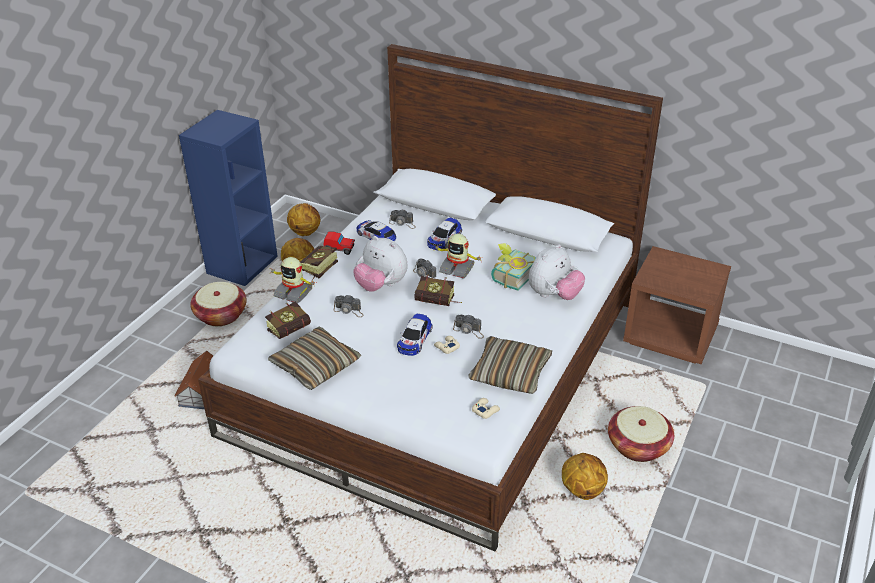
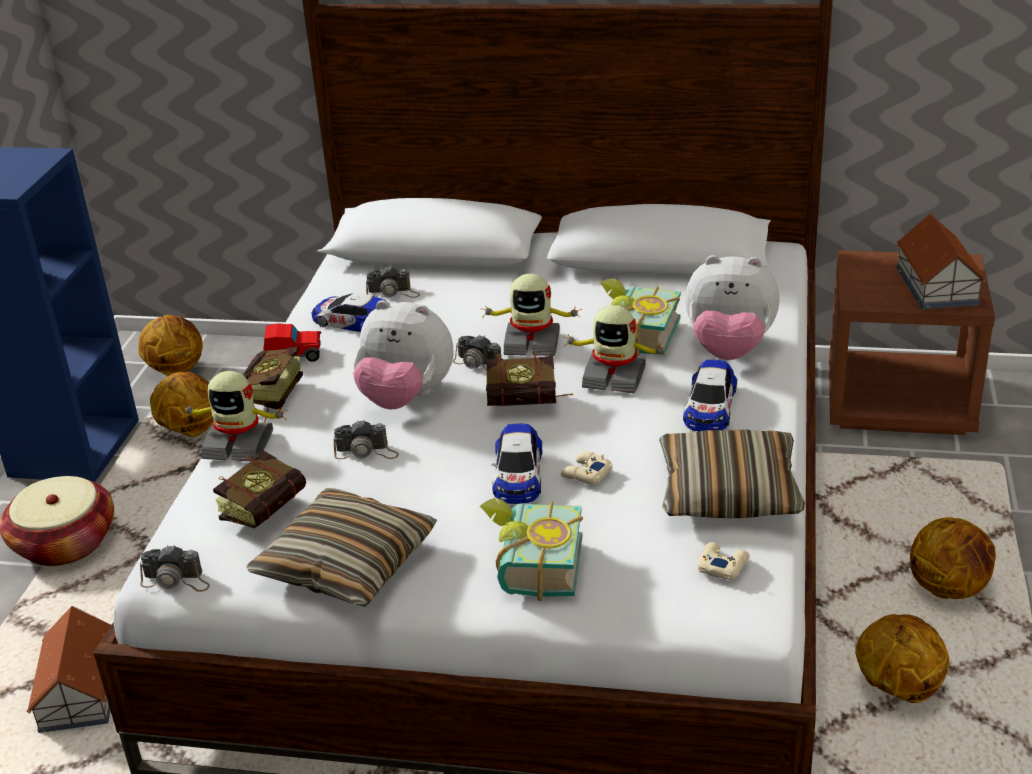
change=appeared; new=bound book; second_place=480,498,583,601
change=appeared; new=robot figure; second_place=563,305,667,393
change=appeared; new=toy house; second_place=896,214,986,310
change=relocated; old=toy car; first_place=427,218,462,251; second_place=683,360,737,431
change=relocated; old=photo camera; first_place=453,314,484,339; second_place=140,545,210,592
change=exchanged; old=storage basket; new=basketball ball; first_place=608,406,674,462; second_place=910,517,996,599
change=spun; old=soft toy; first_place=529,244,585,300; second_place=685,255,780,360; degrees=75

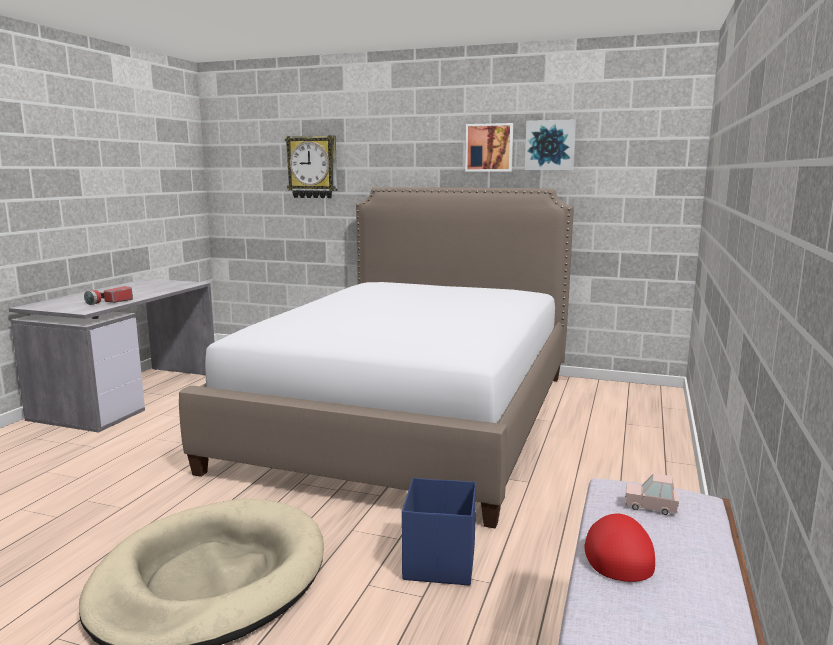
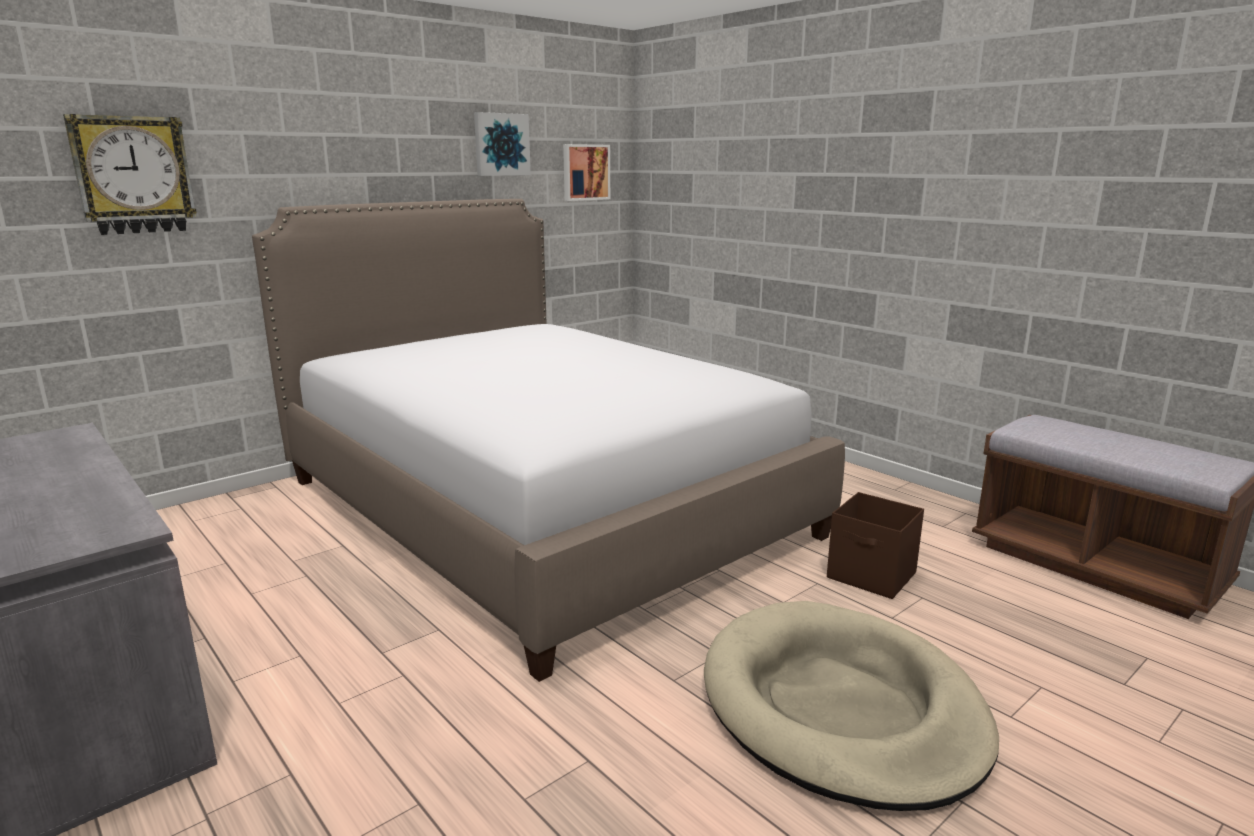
change=missing; old=flashlight; first_place=84,286,133,305
change=missing; old=red-coloured cap; first_place=584,514,655,582
change=missing; old=pink toy car; first_place=625,473,679,515
change=relocated; old=wall picture; first_place=465,123,513,171; second_place=563,144,610,201
change=colour; old=blue-coloured storage container; new=brown storage container; first_place=402,478,476,586; second_place=827,492,924,599

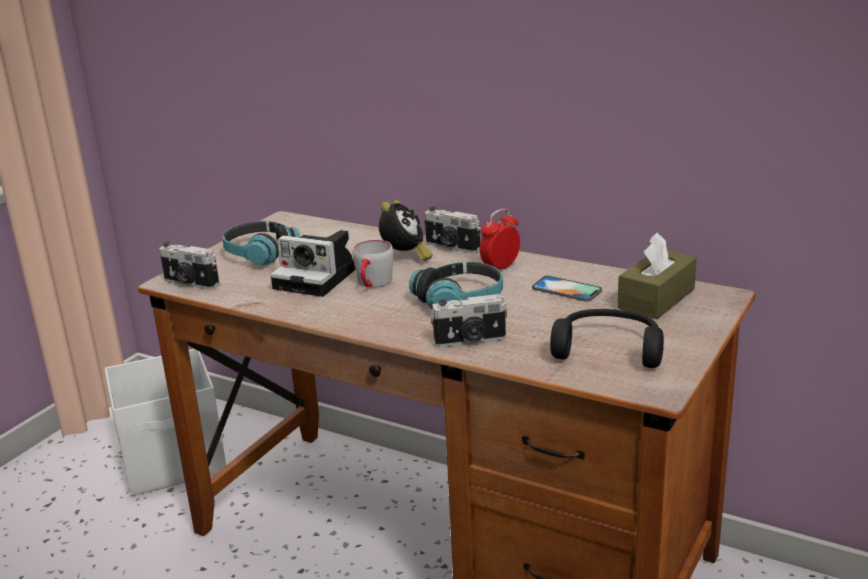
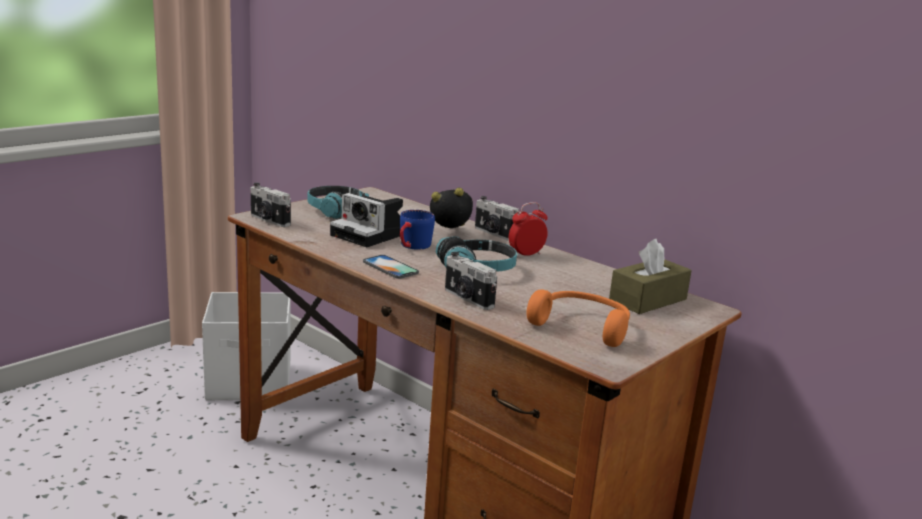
change=relocated; old=phone; first_place=532,276,602,302; second_place=363,255,419,279
change=colour; old=greyish coffee mug; new=blue-coloured coffee mug; first_place=352,240,393,288; second_place=400,210,435,250
change=colour; old=blackish headset; new=orange headset; first_place=550,309,664,368; second_place=526,289,630,347
change=spun; old=bedside clock; first_place=379,200,433,261; second_place=430,188,473,228; degrees=-120
change=spun; old=photo camera; first_place=430,294,508,347; second_place=445,252,497,310; degrees=45

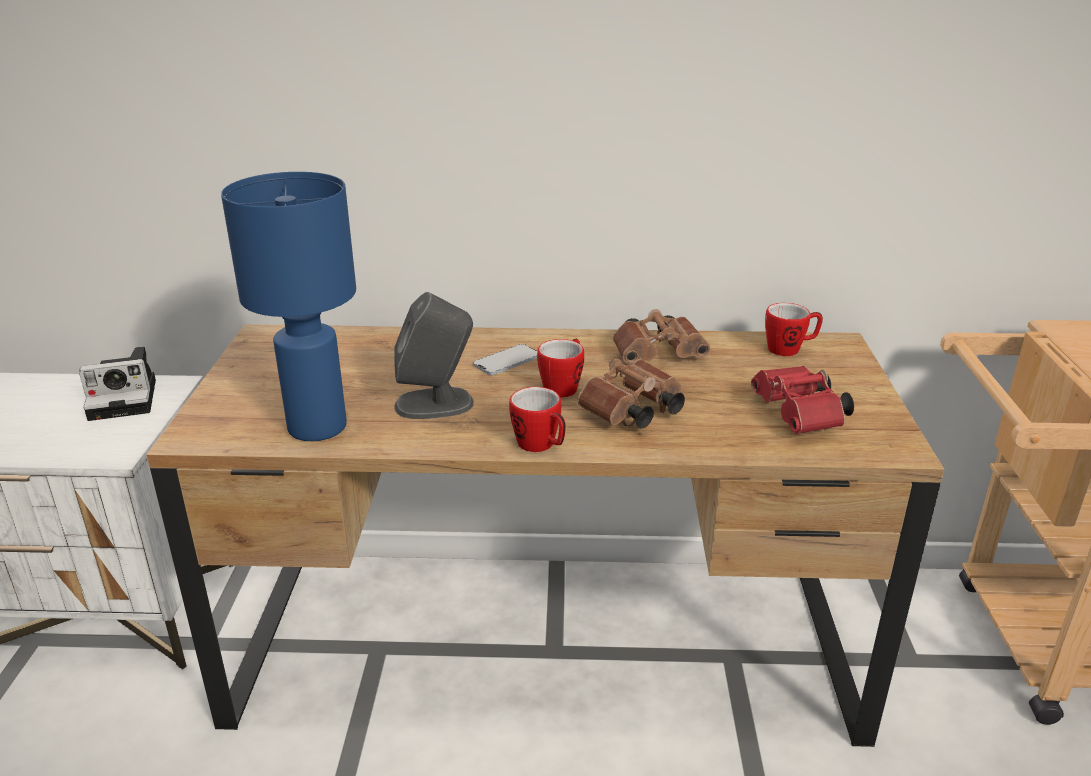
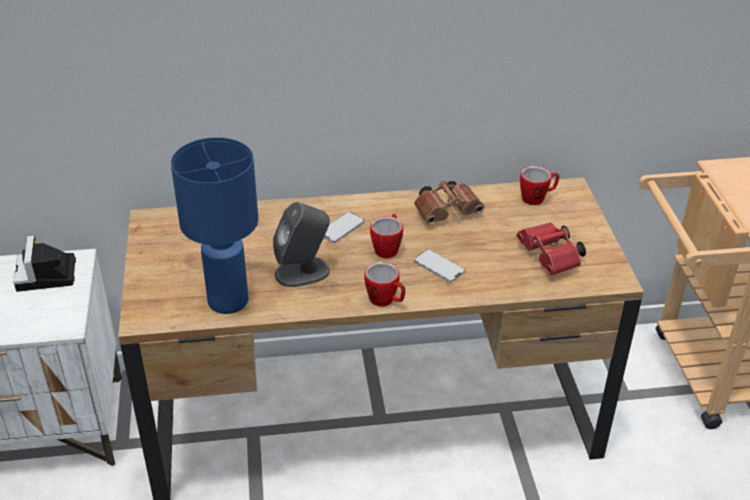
change=exchanged; old=brown binoculars; new=phone; first_place=577,359,685,429; second_place=414,249,465,282
change=spun; old=photo camera; first_place=79,346,156,421; second_place=13,235,76,292; degrees=105

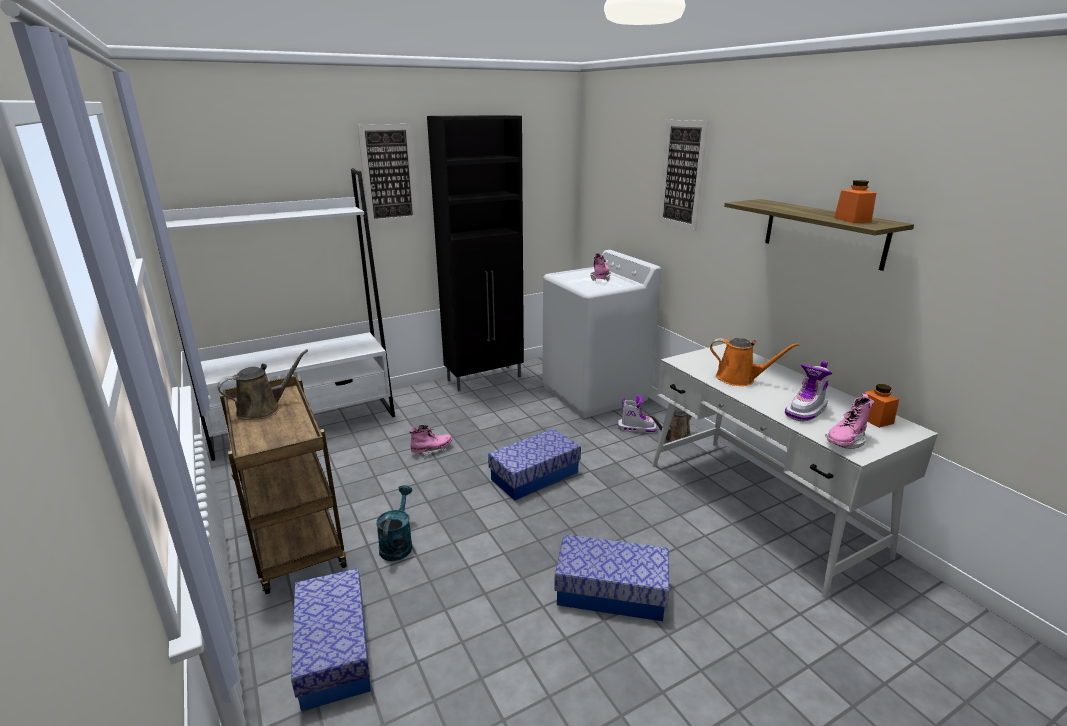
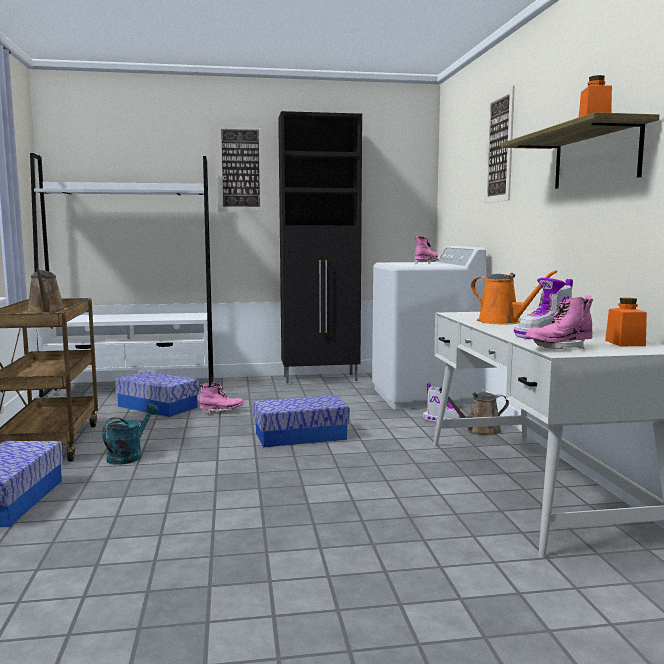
change=relocated; old=storage container; first_place=554,534,669,621; second_place=115,371,199,417
change=spun; old=brown watering pot; first_place=217,349,308,420; second_place=27,268,64,313; degrees=90

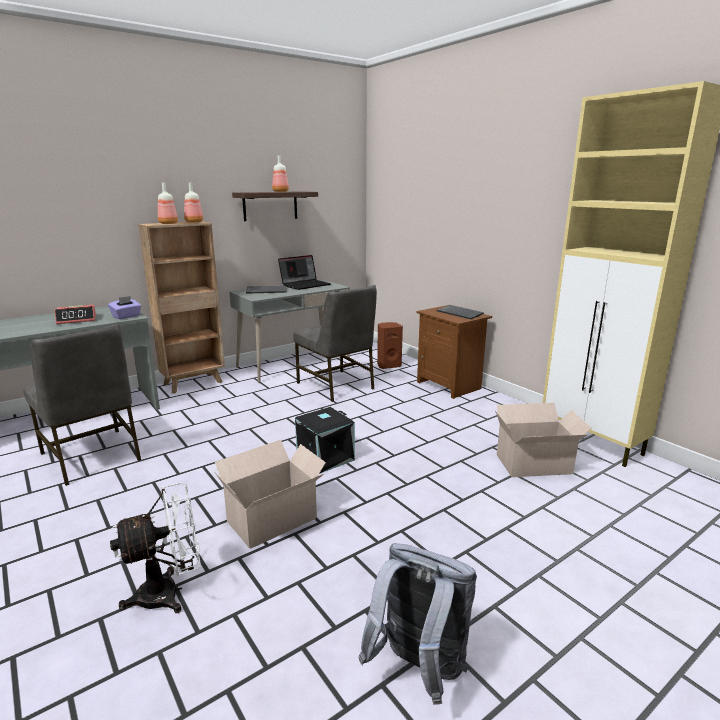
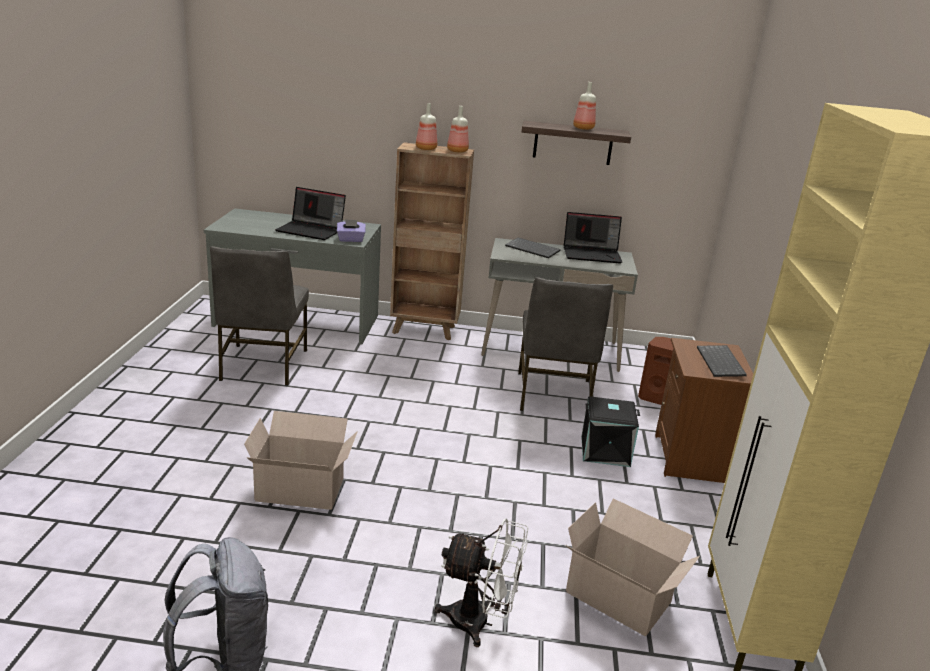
change=relocated; old=white electric fan; first_place=110,482,201,613; second_place=435,518,528,647
change=relocated; old=blackish storage container; first_place=295,407,355,474; second_place=581,396,640,467
change=exchanged; old=bedside clock; new=notebook computer; first_place=54,305,96,324; second_place=275,187,346,240

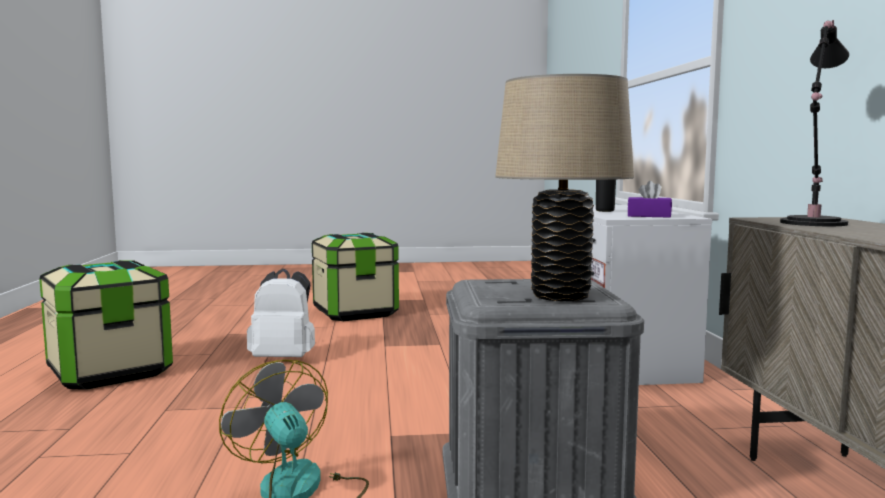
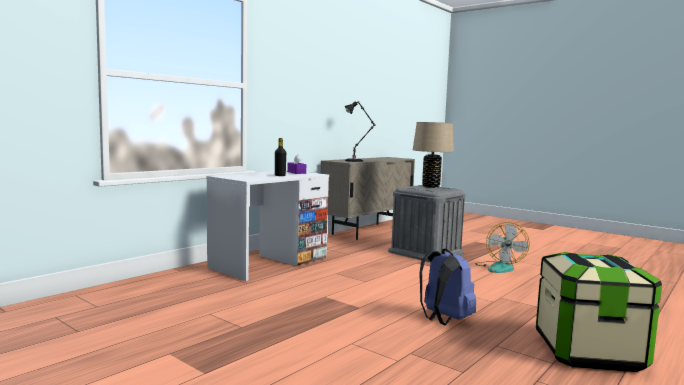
change=missing; old=storage container; first_place=312,233,399,321
change=colour; old=white knapsack; new=blue-coloured knapsack; first_place=247,269,315,357; second_place=419,248,476,325

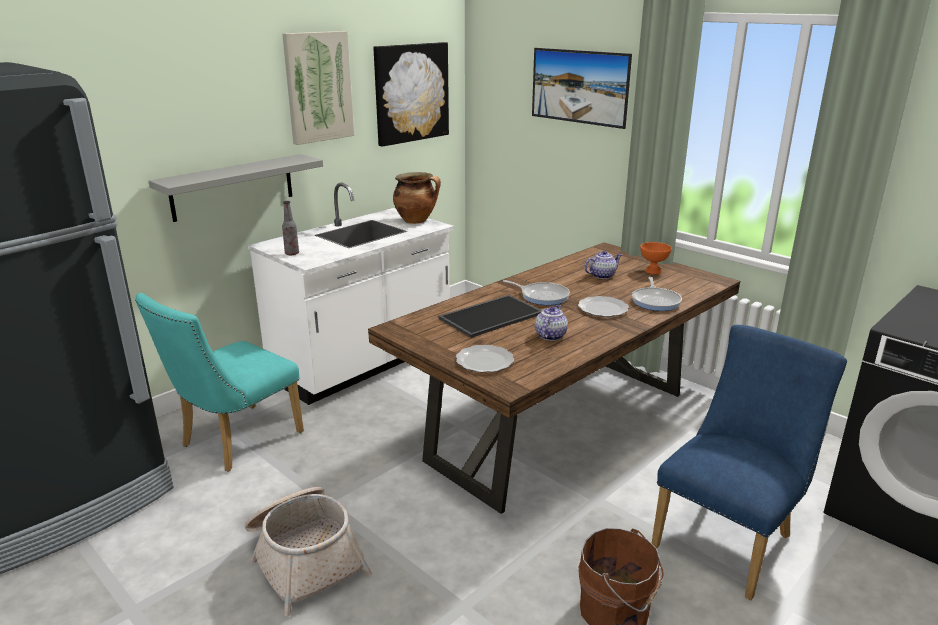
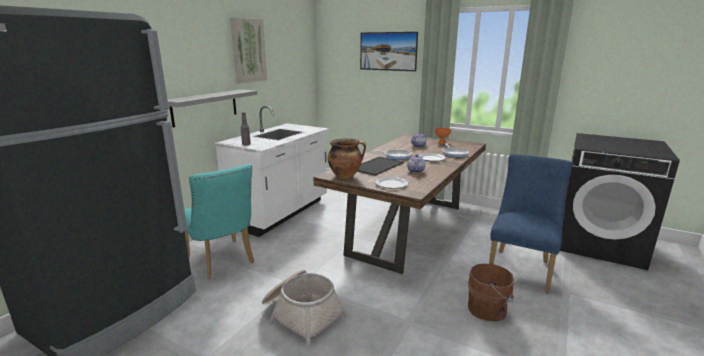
change=missing; old=wall picture; first_place=373,42,449,147
change=relocated; old=cooking pot; first_place=393,172,441,224; second_place=328,138,366,179
change=spun; old=turquoise upright chair; first_place=135,293,304,471; second_place=185,164,254,279; degrees=-60

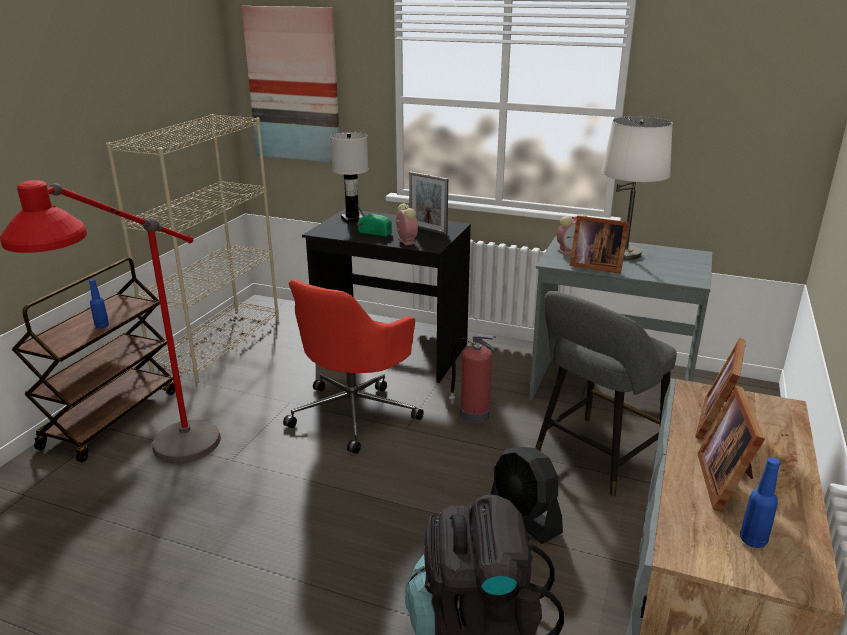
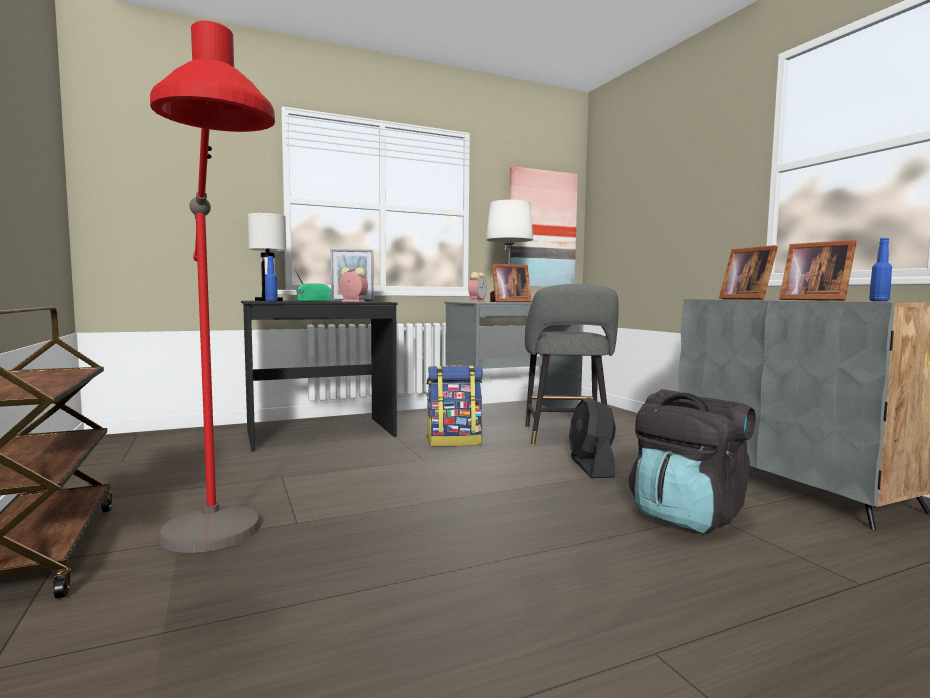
change=missing; old=sand-coloured bookcase; first_place=106,114,279,383
change=missing; old=red-coloured desk chair; first_place=283,279,424,454
change=relocated; old=blue-coloured drink bottle; first_place=89,279,109,329; second_place=265,256,278,301
change=relocated; old=wall picture; first_place=241,6,339,163; second_place=509,166,578,287
change=exchanged; old=fire-fighting cylinder; new=knapsack; first_place=449,334,496,423; second_place=426,365,483,447
change=spun; old=blackish electric fan; first_place=491,447,563,544; second_place=569,397,616,478; degrees=75

